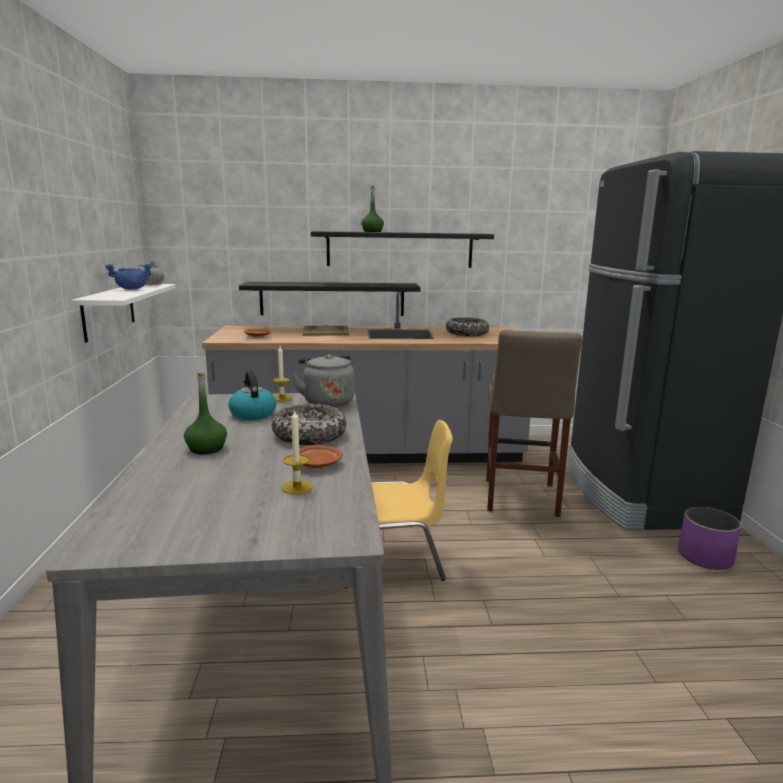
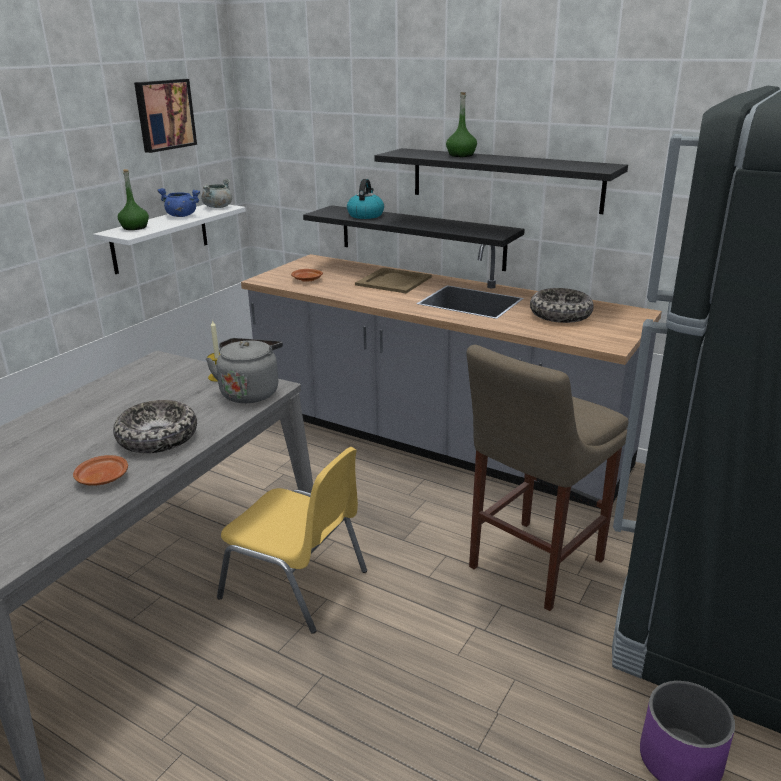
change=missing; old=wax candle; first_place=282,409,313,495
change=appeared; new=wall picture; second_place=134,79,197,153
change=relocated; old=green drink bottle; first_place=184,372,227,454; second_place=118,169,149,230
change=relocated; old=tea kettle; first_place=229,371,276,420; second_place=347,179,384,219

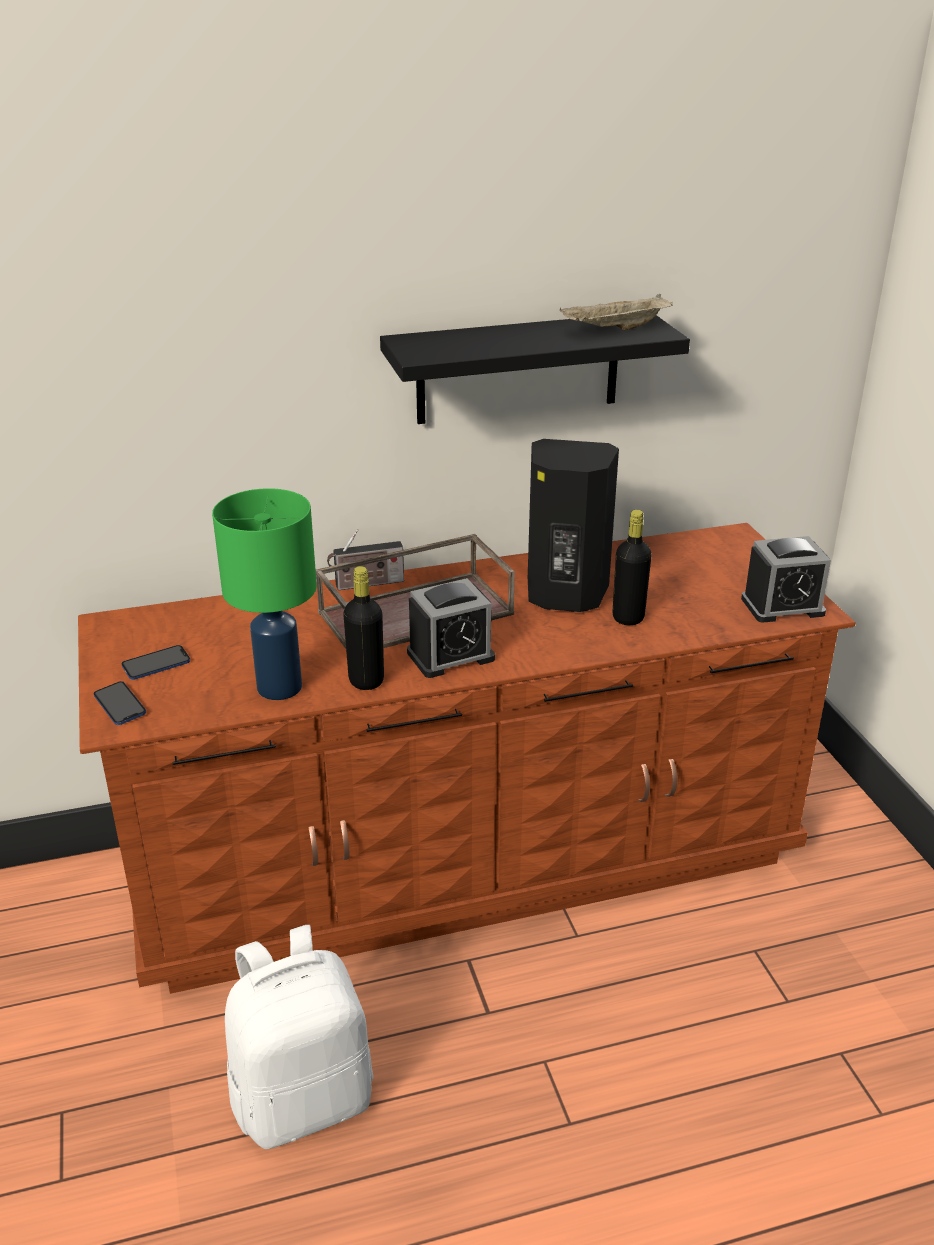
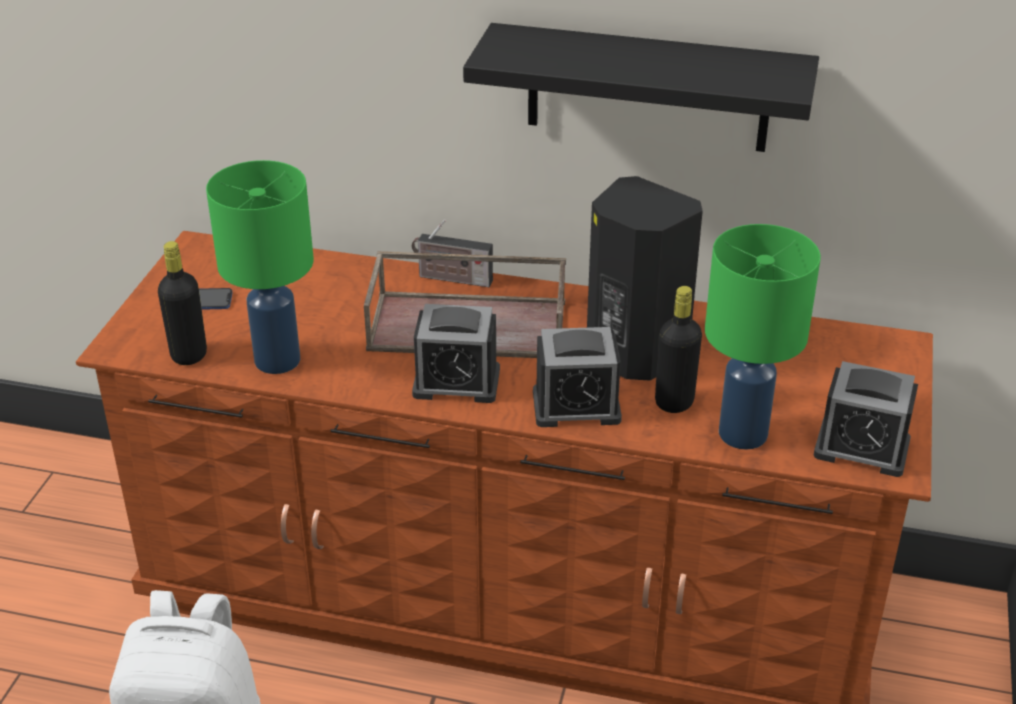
change=missing; old=phone; first_place=94,681,146,725
change=missing; old=sand-coloured carrying tray; first_place=560,294,673,330
change=appeared; new=bedside clock; second_place=533,327,622,427
change=appeared; new=green table lamp; second_place=705,224,821,450
change=relocated; old=blackish drink bottle; first_place=343,566,384,690; second_place=158,241,207,365

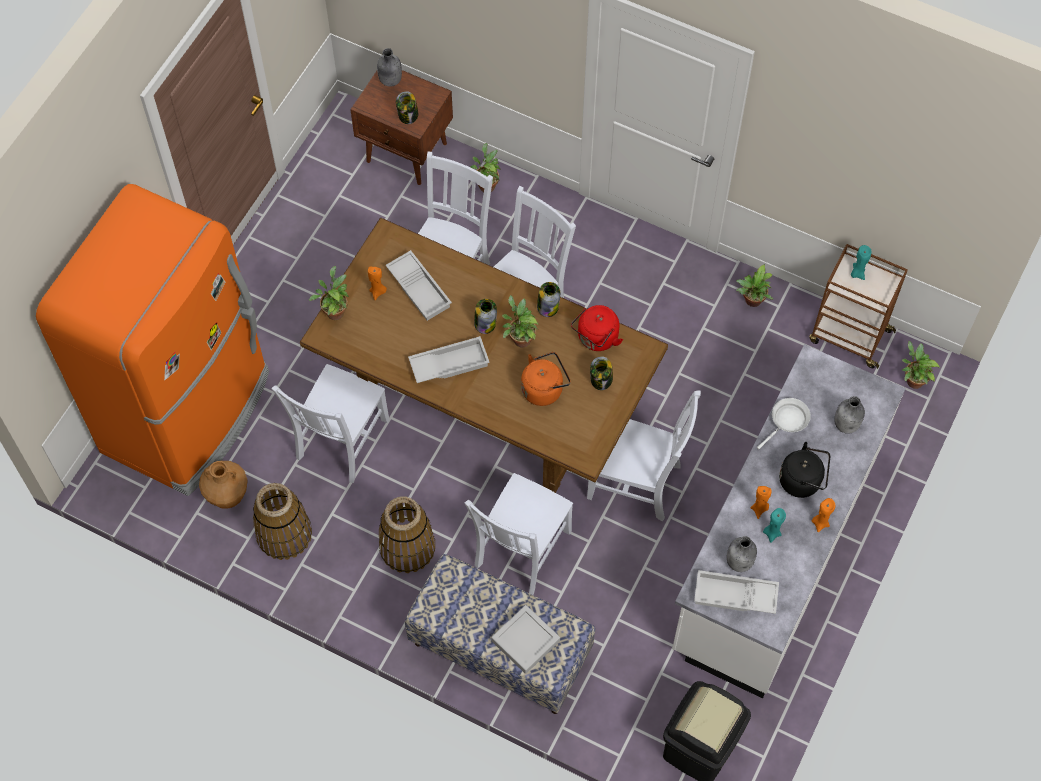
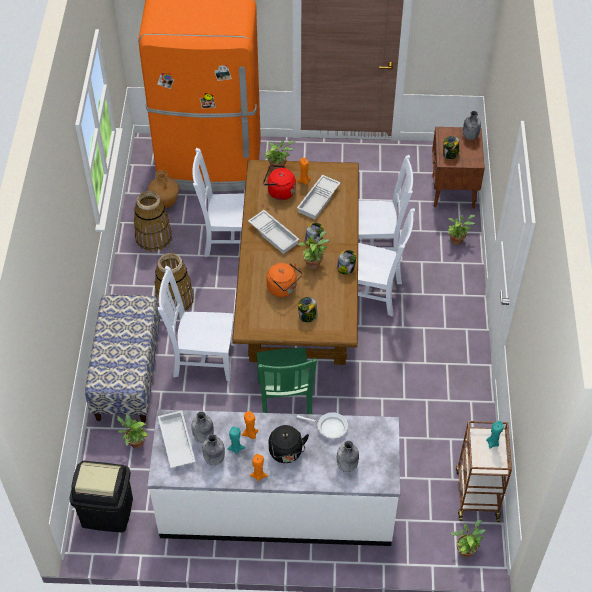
change=missing; old=greyish carrying tray; first_place=491,605,560,674
change=appeared; new=greyish drink bottle; second_place=202,434,225,465
change=relocated; old=red-coloured tea kettle; first_place=571,305,623,351; second_place=263,165,296,200
change=relocated; old=houseplant; first_place=736,264,773,307; second_place=117,414,148,449
change=colour; old=white upright chair; new=green upright chair; first_place=587,390,701,521; second_place=257,348,317,414

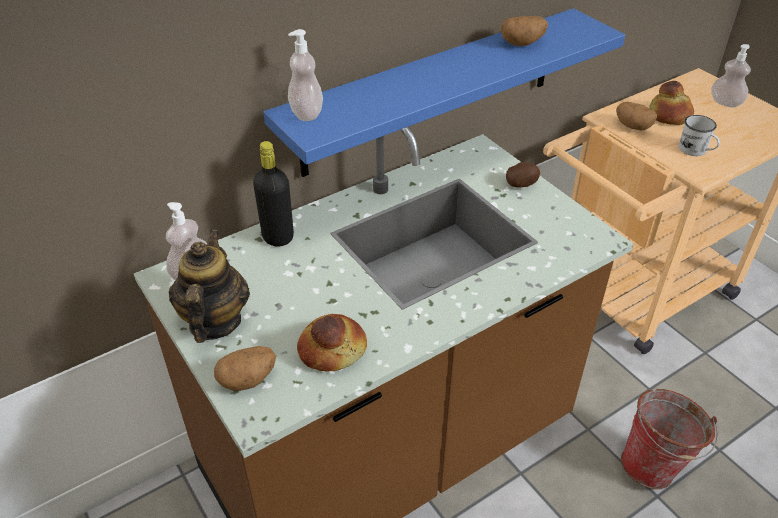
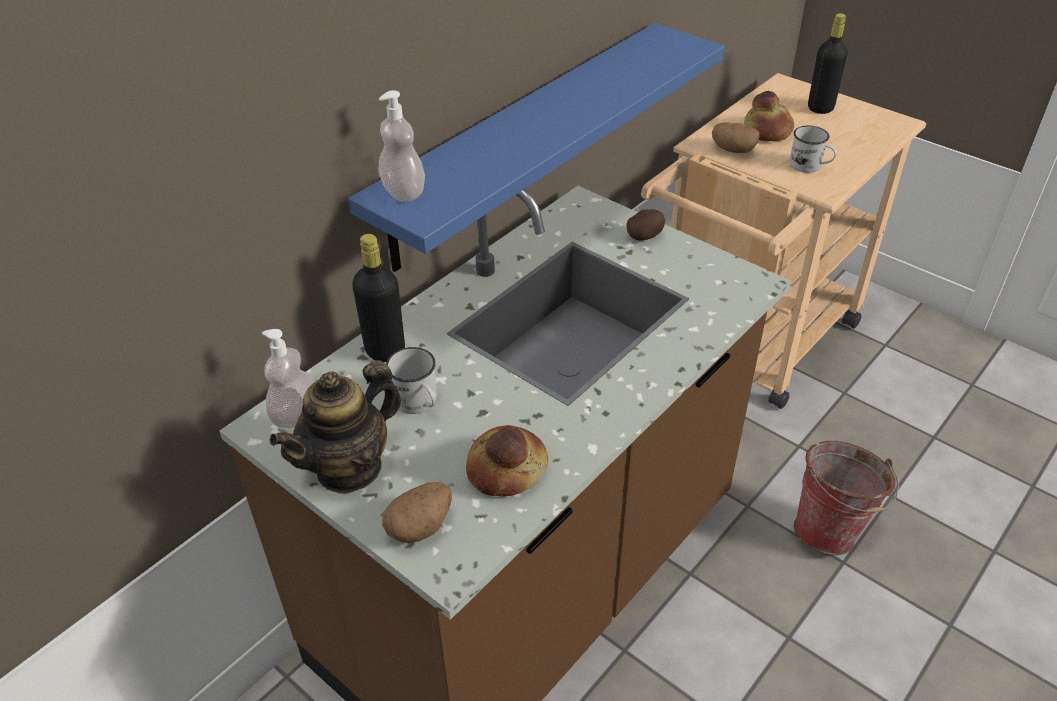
change=missing; old=spud; first_place=501,16,548,46
change=appeared; new=white coffee mug; second_place=386,347,437,414
change=exchanged; old=liquid soap bottle; new=blackish drink bottle; first_place=711,44,751,108; second_place=808,13,848,114
change=spun; old=pot for tea; first_place=169,230,250,343; second_place=270,360,402,494; degrees=-120

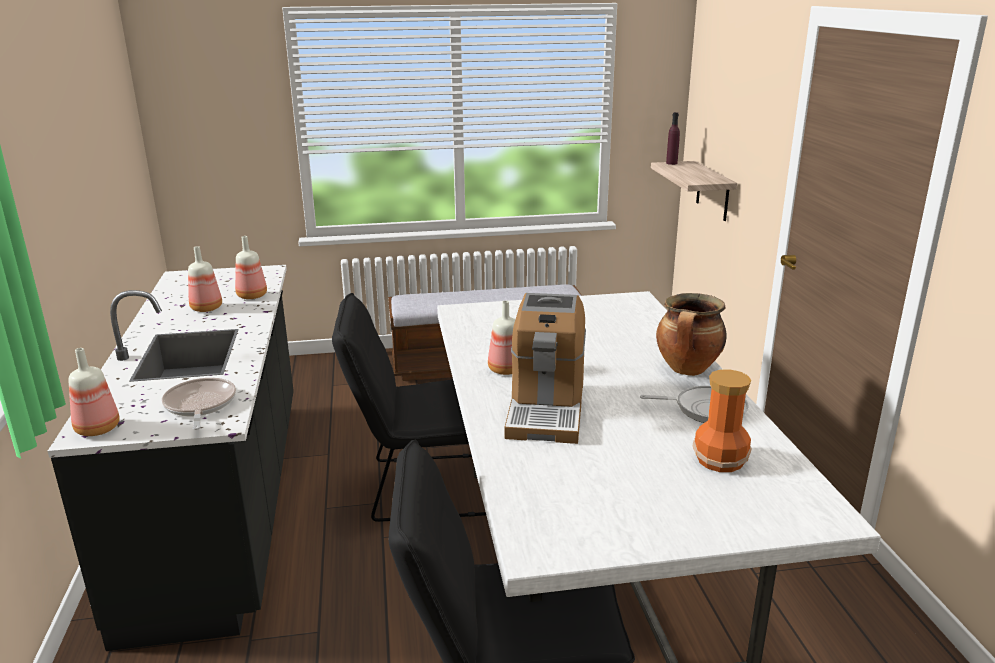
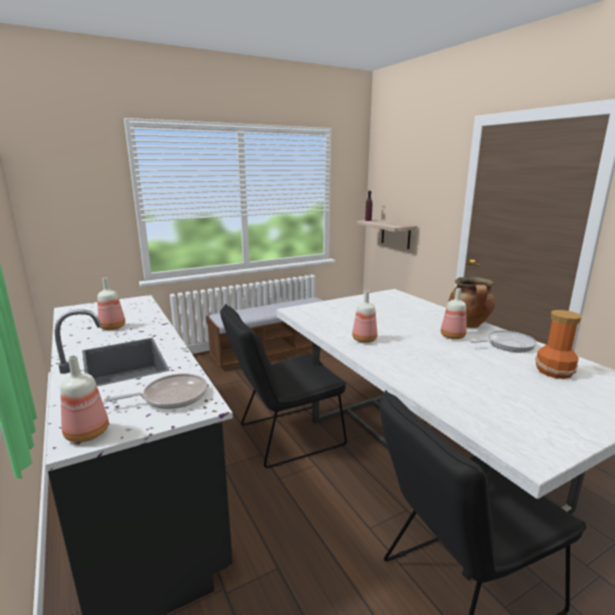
change=missing; old=coffee machine; first_place=504,293,586,444
change=relocated; old=drink bottle; first_place=235,236,267,299; second_place=441,288,467,339
change=spun; old=skillet; first_place=162,378,236,430; second_place=104,373,207,409; degrees=105

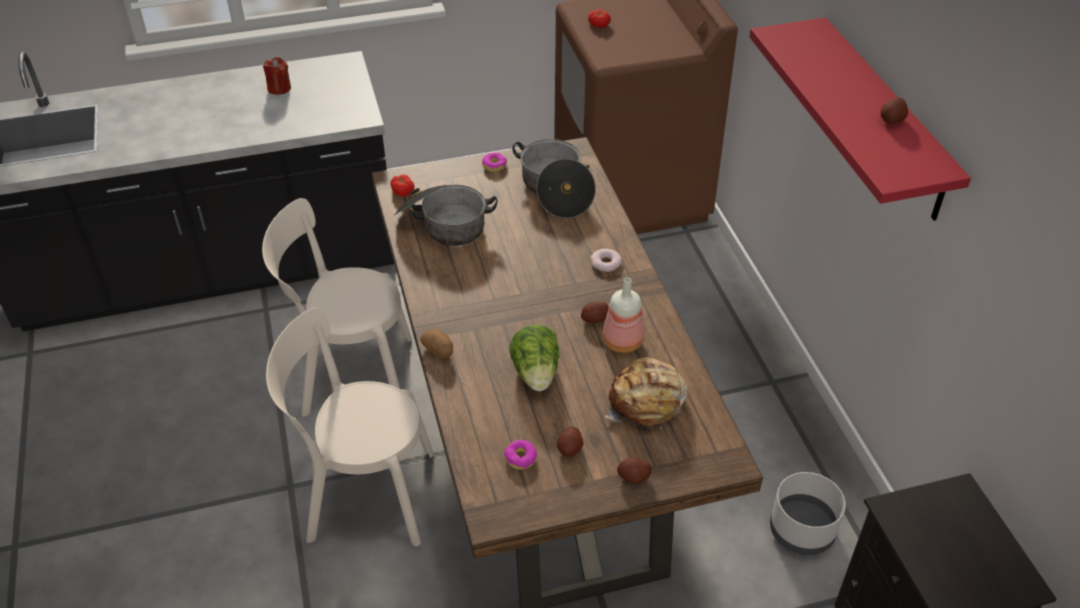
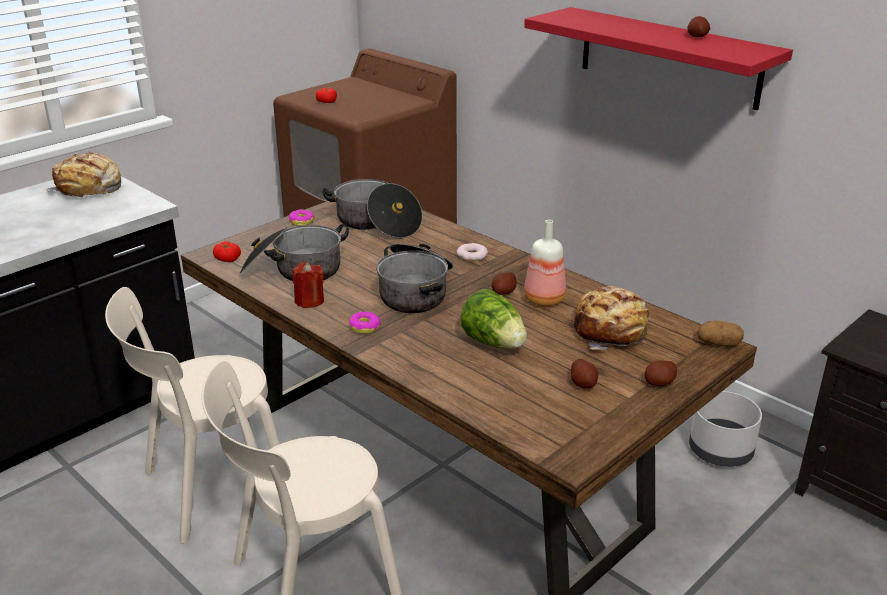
change=appeared; new=bread; second_place=44,151,121,199
change=appeared; new=cooking pot; second_place=376,243,453,313
change=relocated; old=red-coloured wax candle; first_place=263,57,291,95; second_place=293,262,324,308
change=relocated; old=spud; first_place=420,329,453,359; second_place=697,321,744,347
change=relocated; old=doughnut; first_place=504,440,537,470; second_place=349,312,381,334

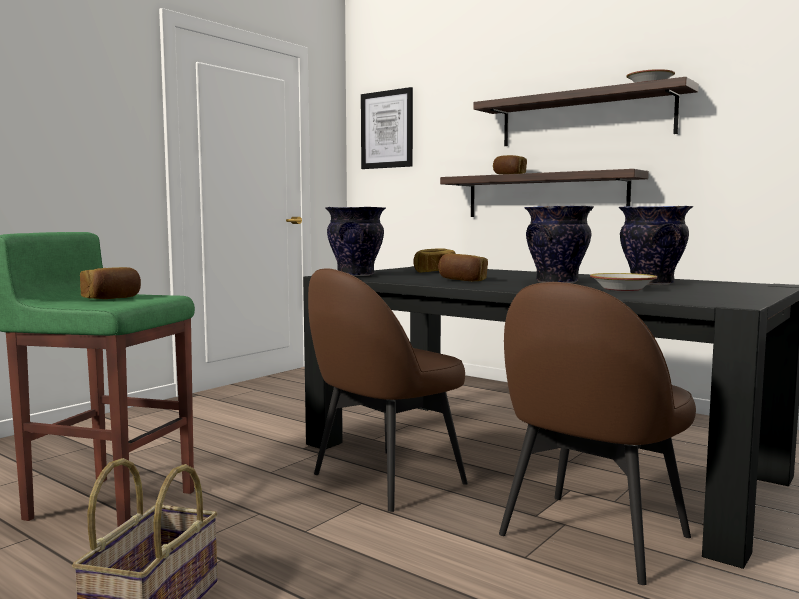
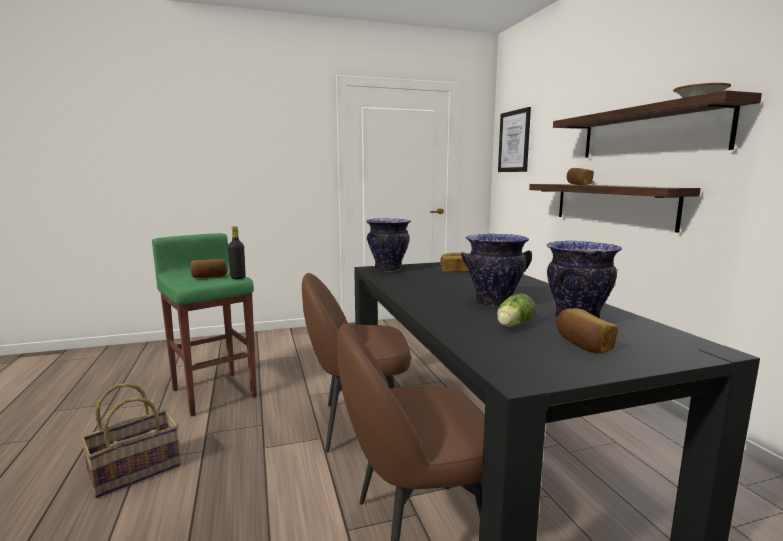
change=appeared; new=blackish drink bottle; second_place=228,226,246,279
change=relocated; old=bread; first_place=438,253,488,281; second_place=556,308,618,354
change=exchanged; old=deep dish; new=lettuce; first_place=590,273,657,291; second_place=497,293,536,327

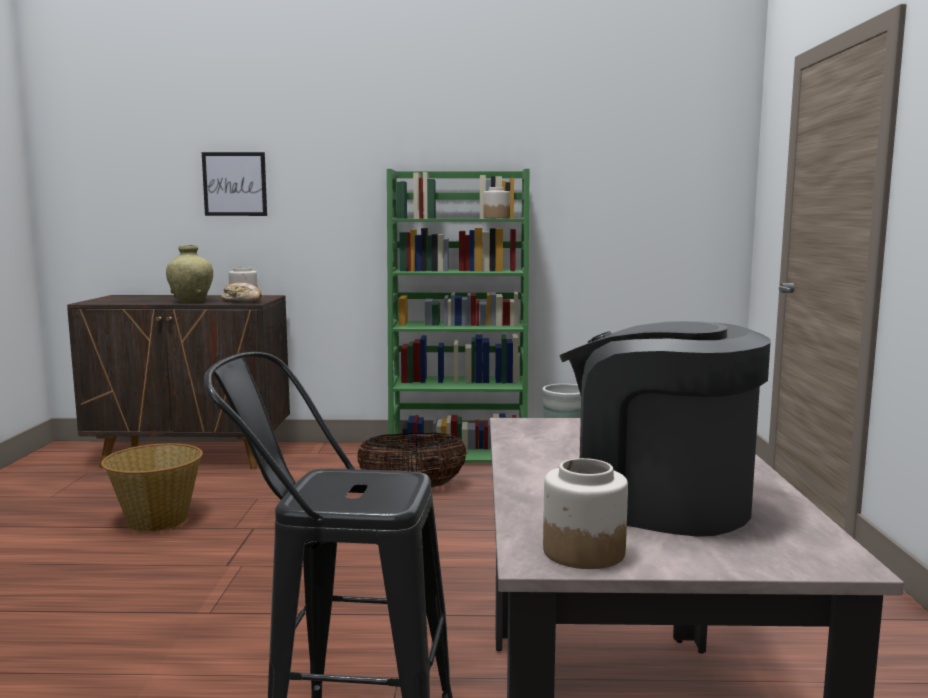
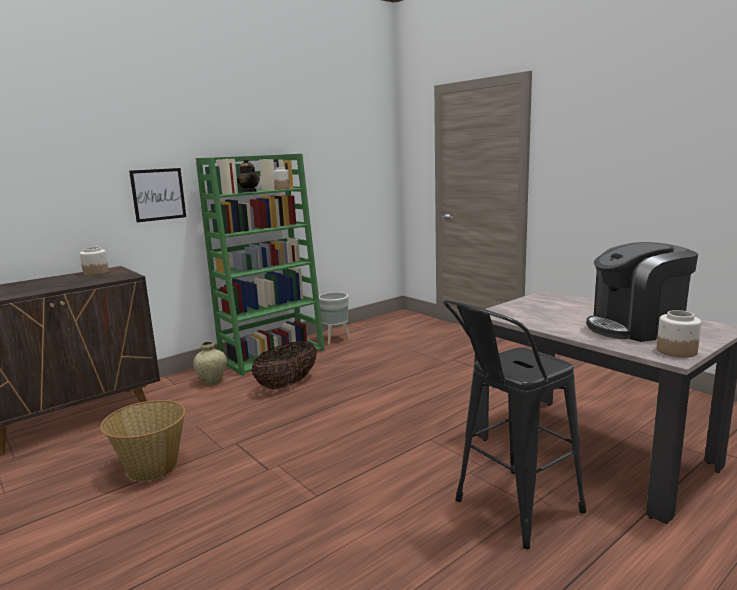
change=missing; old=bread; first_place=221,282,262,302
change=appeared; new=pot for tea; second_place=237,158,260,192
change=relocated; old=sand-coloured decorative vase; first_place=166,245,213,303; second_place=193,342,227,385
change=relocated; old=wall picture; first_place=202,152,267,216; second_place=129,168,186,222

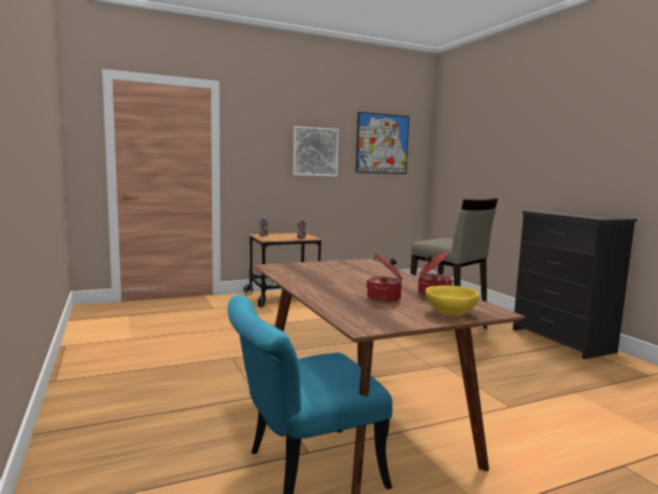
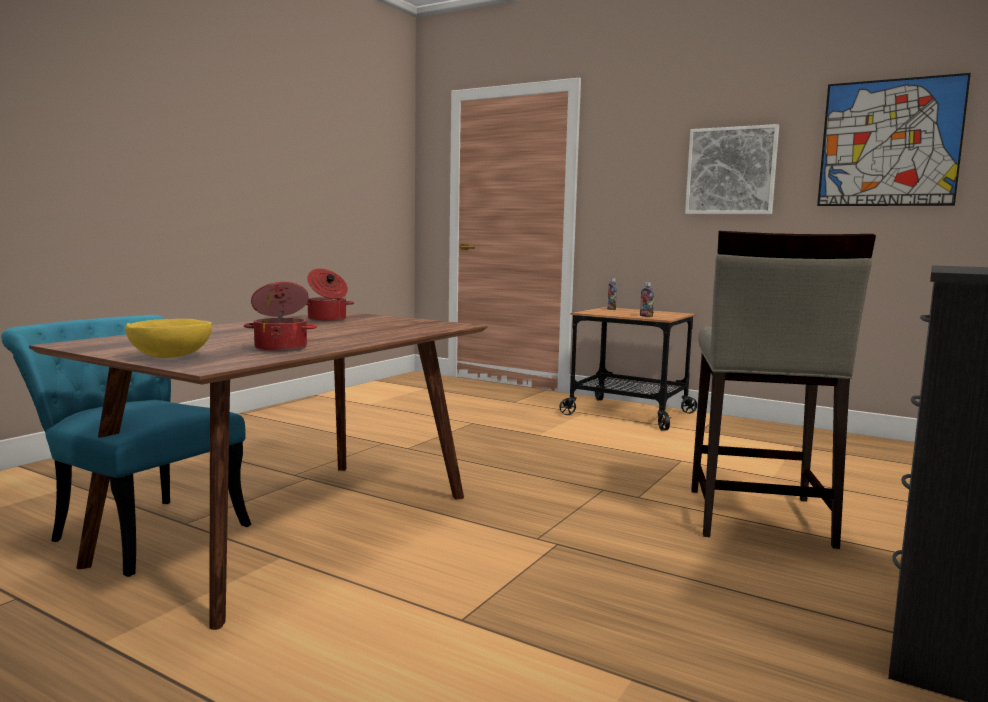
change=relocated; old=cooking pot; first_place=366,254,402,302; second_place=306,269,354,322

